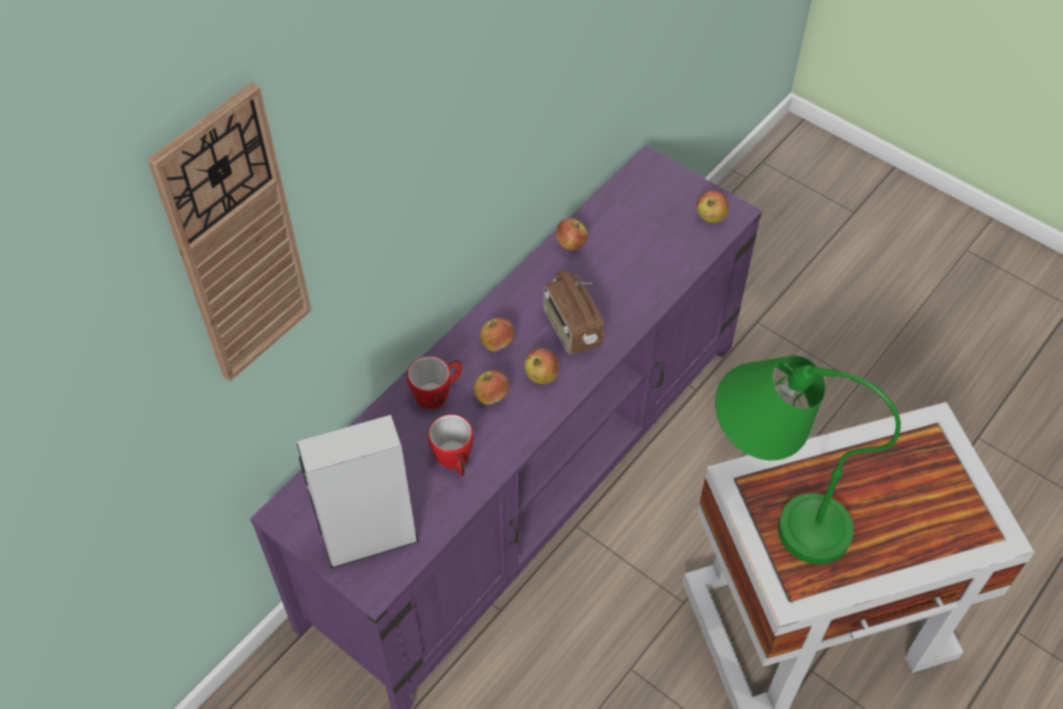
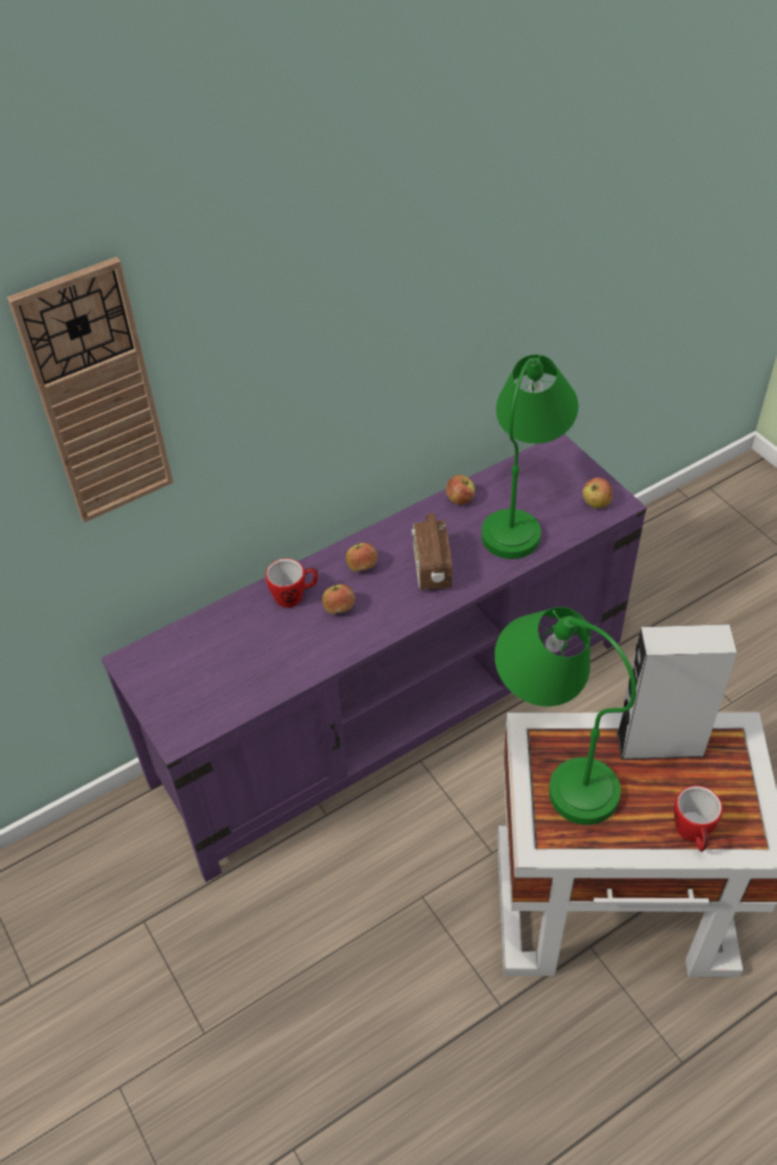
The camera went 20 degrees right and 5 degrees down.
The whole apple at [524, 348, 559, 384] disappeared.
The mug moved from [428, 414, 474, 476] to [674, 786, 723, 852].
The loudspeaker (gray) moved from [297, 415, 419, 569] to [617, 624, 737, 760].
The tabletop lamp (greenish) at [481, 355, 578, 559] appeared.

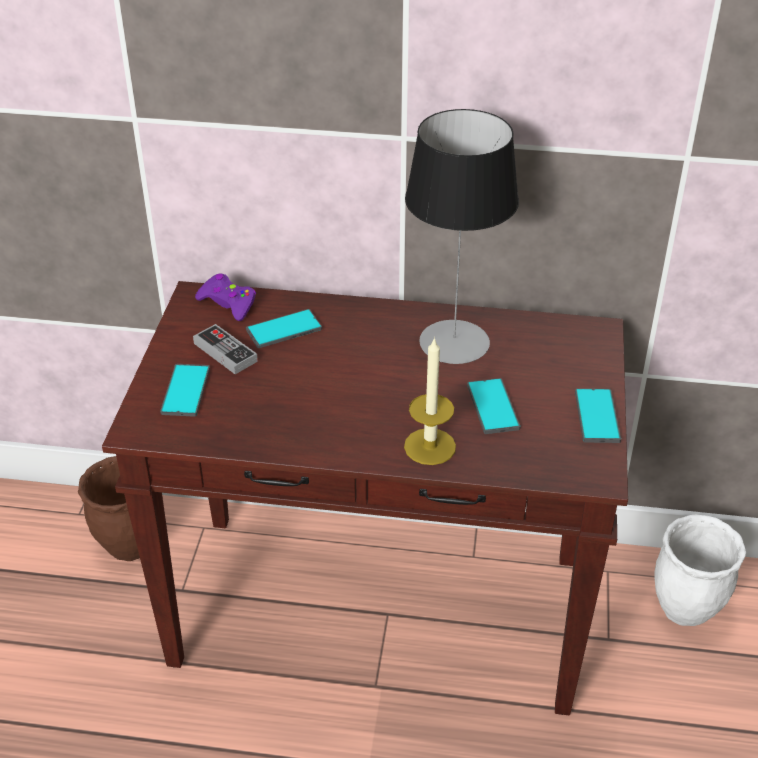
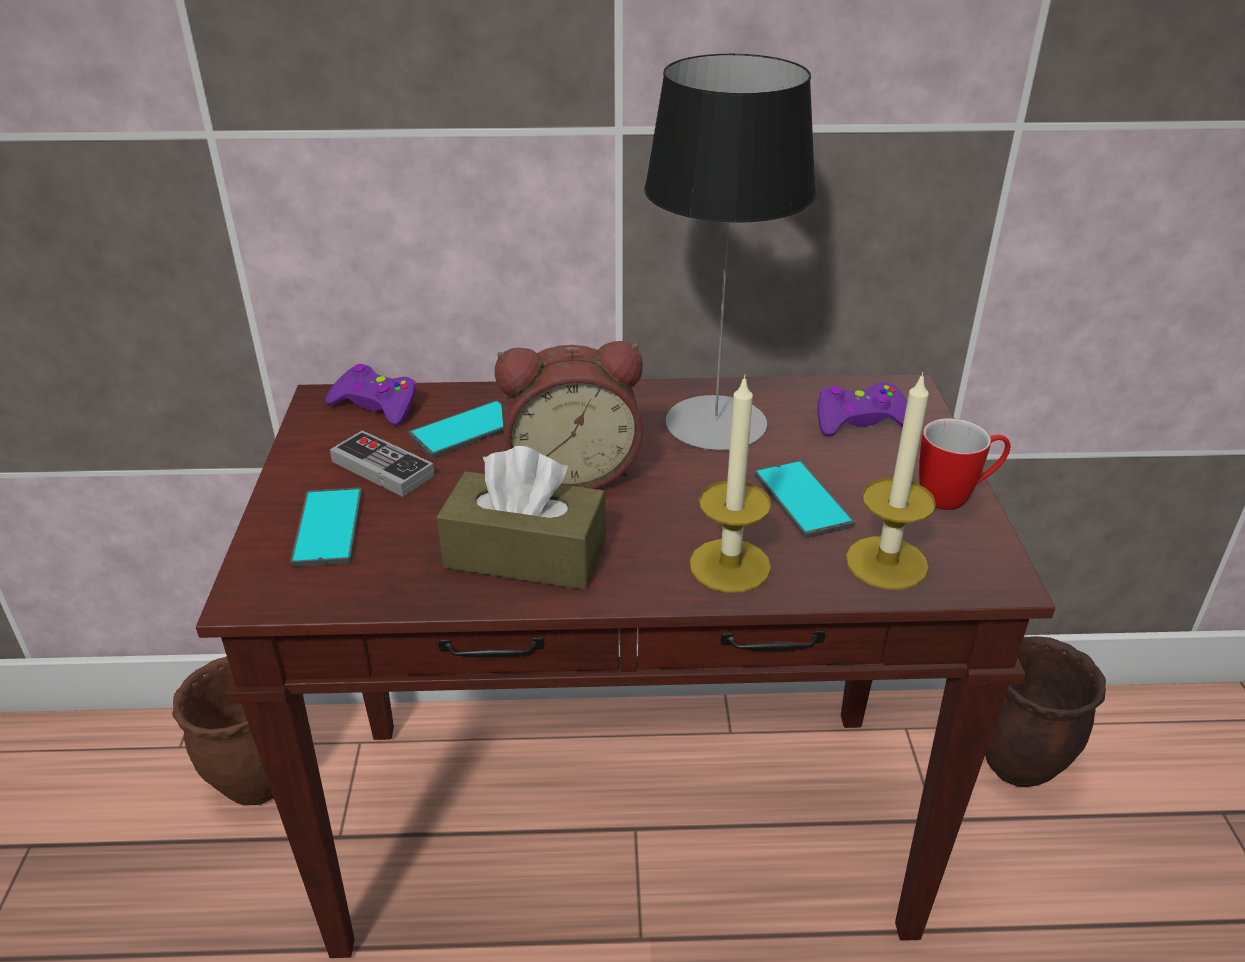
The camera went 10 degrees left and 5 degrees down.
The phone at [575, 388, 621, 443] was replaced by the mug at [919, 418, 1010, 510].
The plant pot (whitish) at [654, 515, 746, 626] became the plant pot (brown-coloured) at [985, 636, 1106, 787].
The table clock at [495, 341, 643, 489] appeared.
The candle at [846, 372, 936, 590] appeared.
The game controller (purple-coloured) at [818, 382, 907, 436] appeared.
The tissue holder (brown-coloured) at [436, 446, 606, 590] appeared.

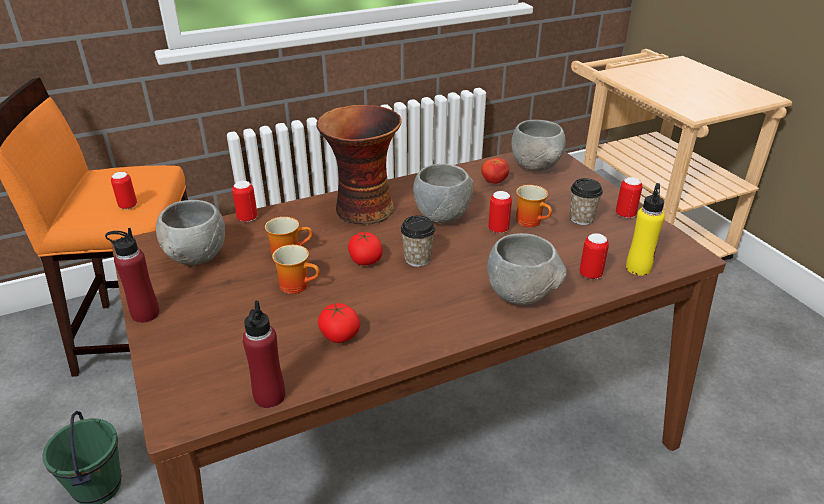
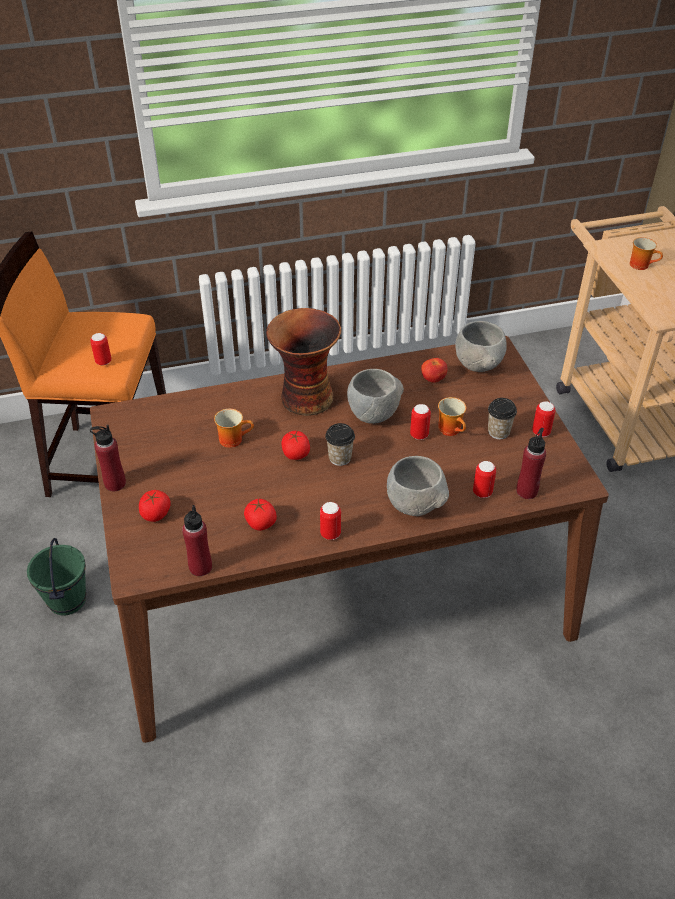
The camera went 10 degrees right and 10 degrees up.
The metal can moved from [232, 181, 258, 222] to [320, 502, 341, 540].
The beverage bottle (yellow) at [626, 183, 665, 276] became the beverage bottle (red-coloured) at [516, 428, 546, 499].
The bowl (gray) at [156, 200, 225, 265] disappeared.
The mug moved from [272, 245, 320, 294] to [630, 237, 663, 270].
The whole tomato at [139, 490, 171, 522] appeared.

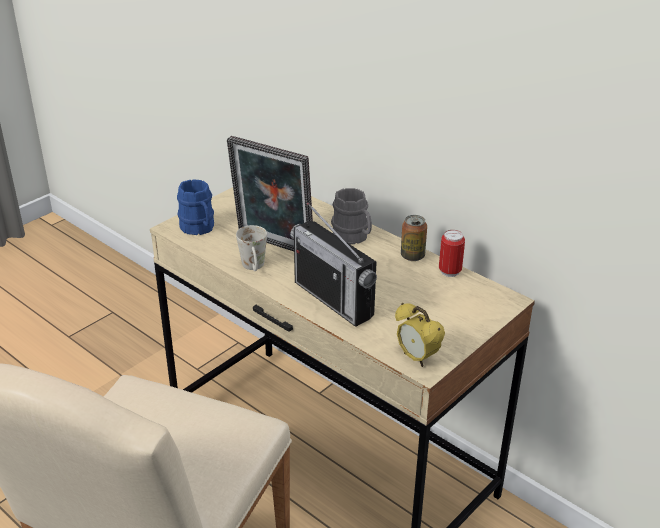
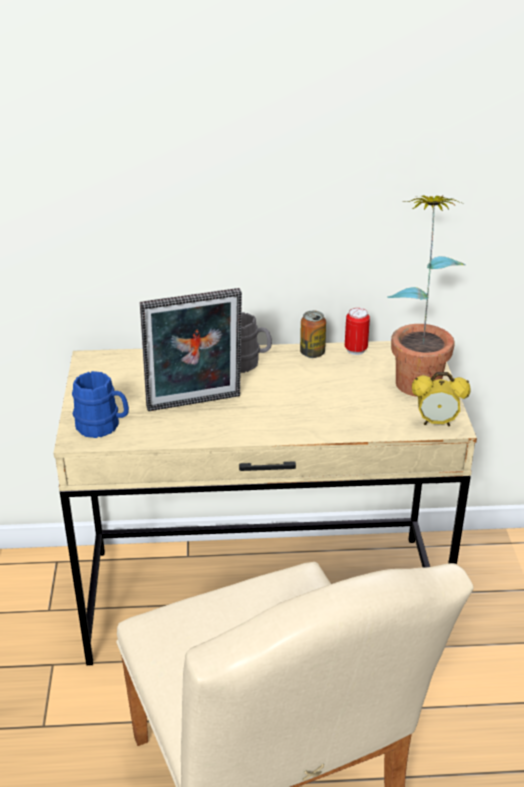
The camera went 45 degrees left and 0 degrees up.
The radio receiver at [290, 202, 377, 327] disappeared.
The mug (whitish) at [236, 225, 267, 271] disappeared.
The houseplant at [387, 195, 466, 397] appeared.

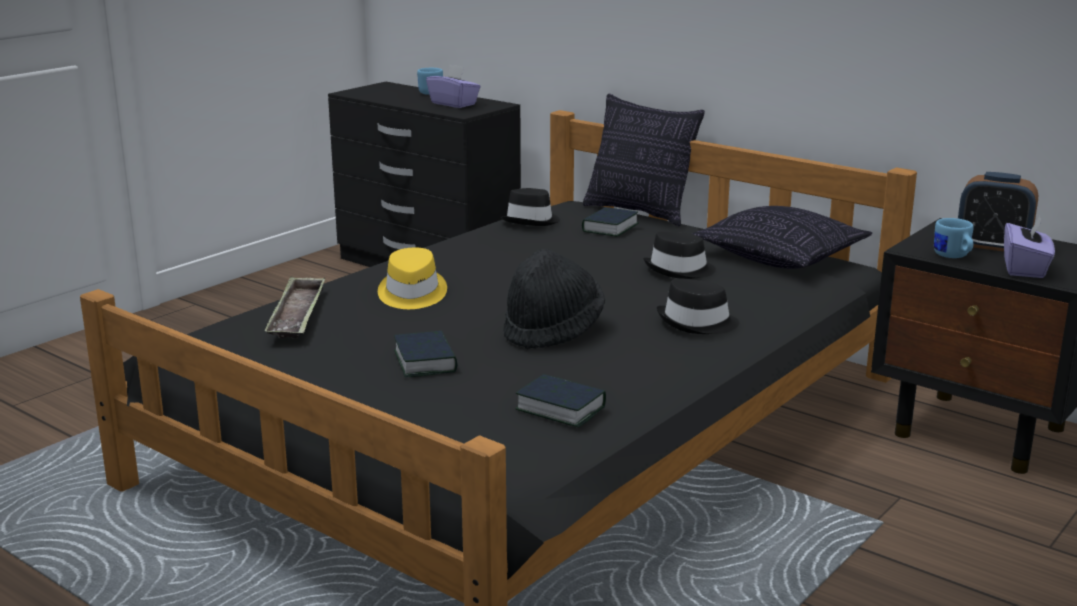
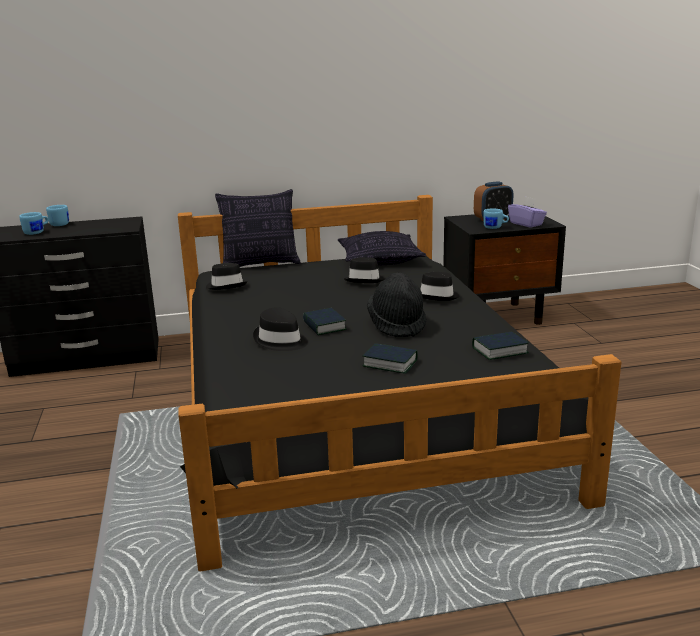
The camera went 50 degrees left and 0 degrees up.
The tissue holder (purple-coloured) at [426, 64, 481, 108] disappeared.
The bound book moved from [582, 207, 639, 237] to [303, 308, 346, 335].
The clothing hat (yellow) at [378, 247, 447, 309] became the clothing hat (blackish) at [253, 307, 308, 351].
The carrying tray at [265, 276, 325, 339] disappeared.
The mug (blue-coloured) at [19, 212, 49, 235] appeared.

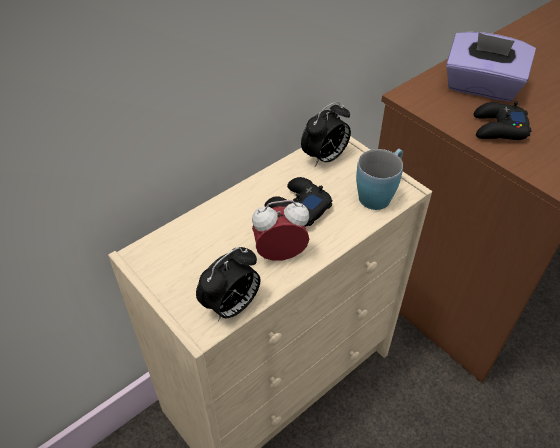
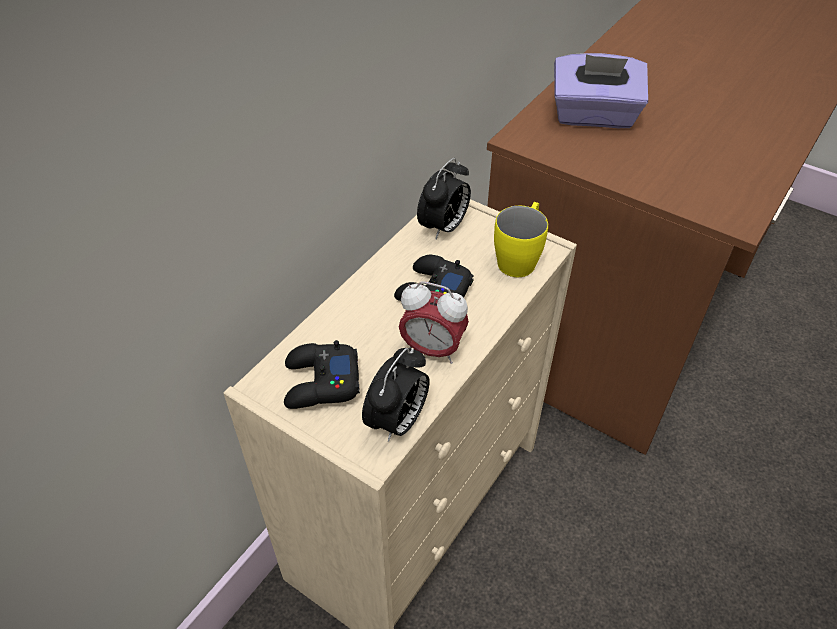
The camera went 15 degrees left and 0 degrees up.
The game controller (blackish) moved from [474, 101, 531, 140] to [284, 340, 360, 409].
The mug (blue-coloured) at [356, 149, 403, 210] became the mug (yellow) at [494, 202, 548, 277].
The table clock at [252, 200, 309, 261] turned 135 degrees counterclockwise.

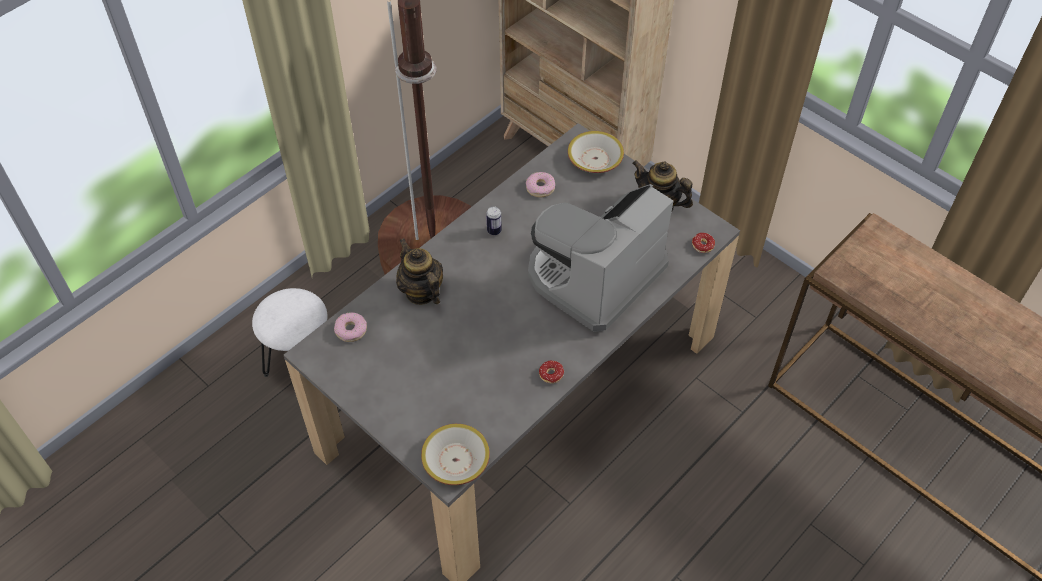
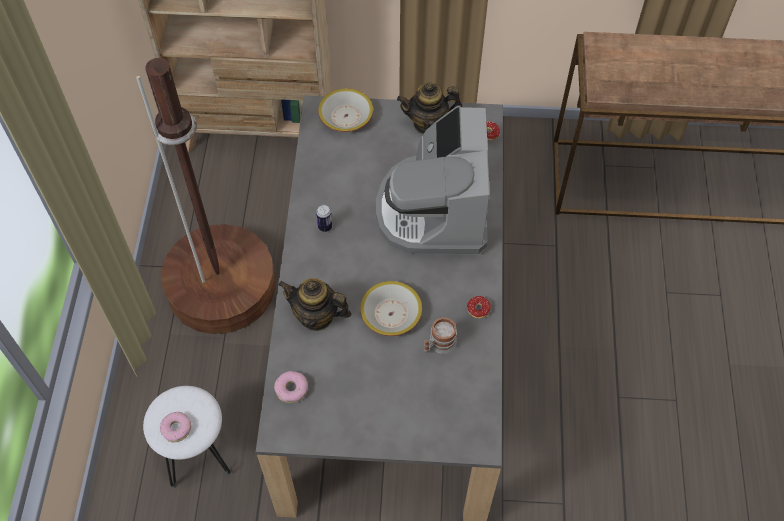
The camera went 40 degrees left and 5 degrees up.
The donut moved from [526, 172, 555, 197] to [160, 412, 191, 442].
The bowl moved from [421, 424, 490, 485] to [360, 281, 422, 336].
The mug at [424, 317, 457, 354] appeared.

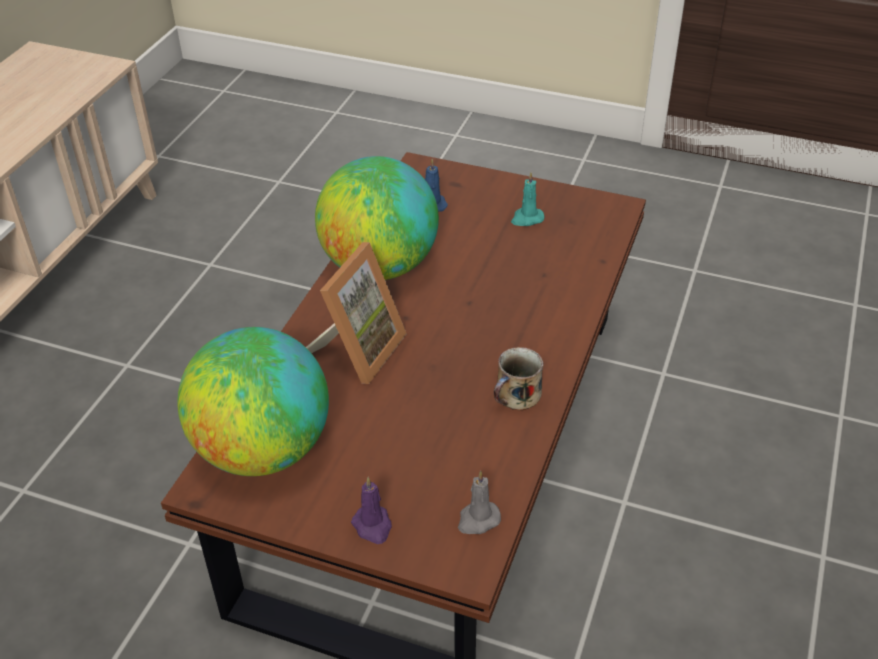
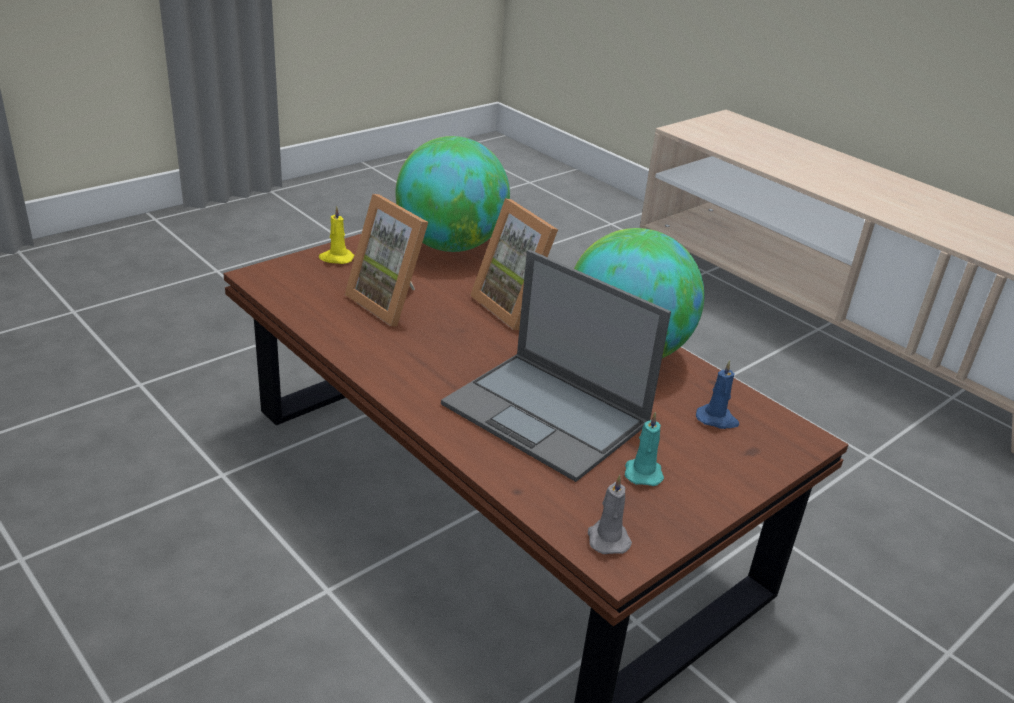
The camera went 115 degrees right and 10 degrees down.
The mug at [494, 347, 543, 410] disappeared.
The candle (gray) moved from [458, 471, 501, 534] to [588, 475, 632, 554].
The candle (purple-coloured) at [351, 477, 392, 544] became the candle (yellow) at [319, 206, 355, 264].
The photo frame at [345, 194, 428, 326] appeared.
The notebook computer at [441, 250, 671, 482] appeared.

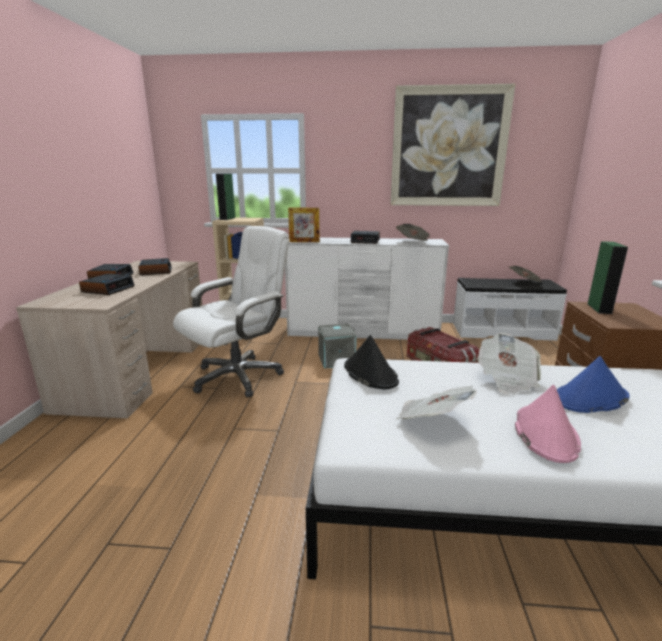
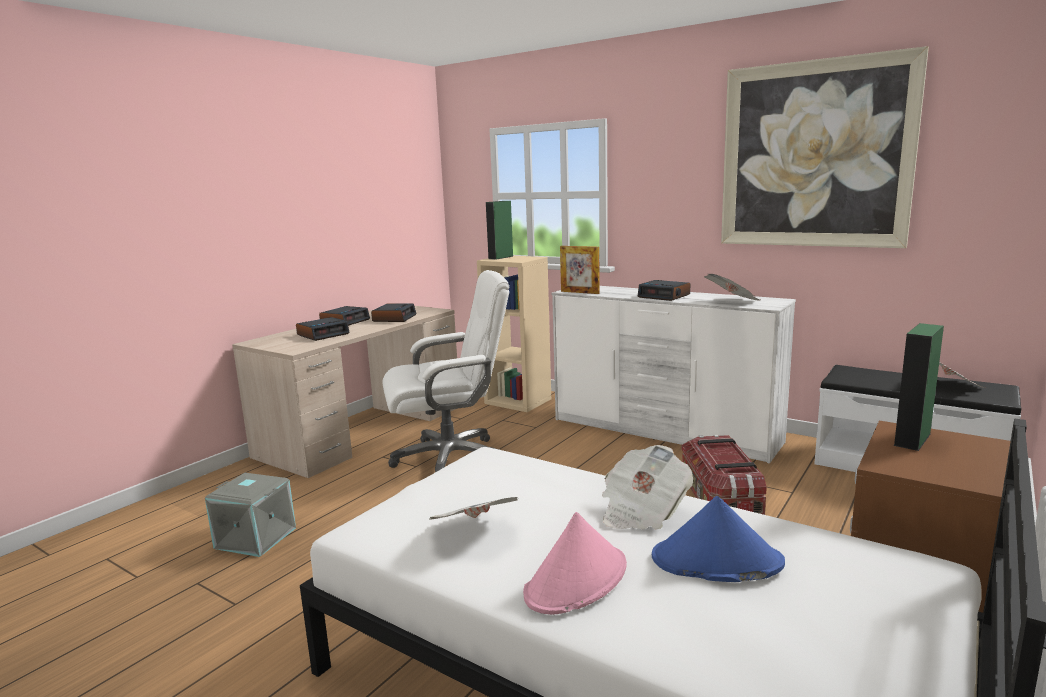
The camera went 30 degrees right and 5 degrees down.
The storage box (gray) moved from [318, 324, 357, 369] to [205, 473, 296, 557].
The clothing hat (blackish) at [344, 335, 399, 389] disappeared.

